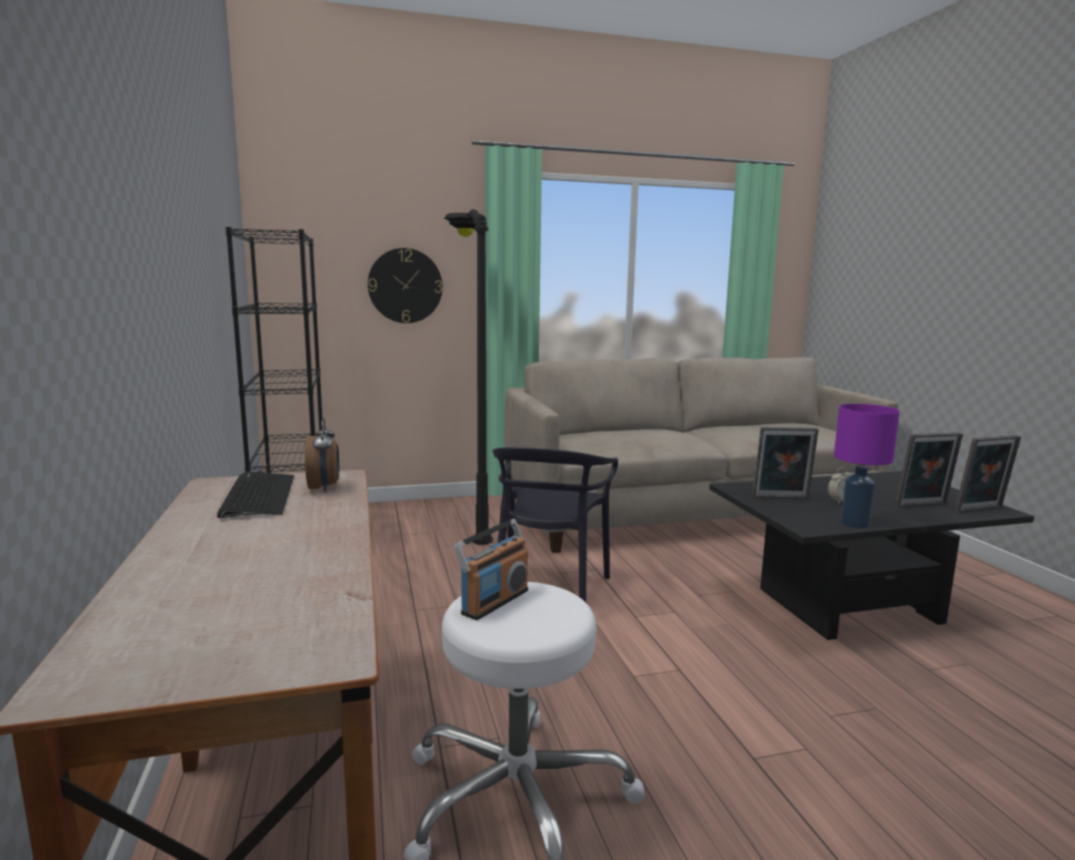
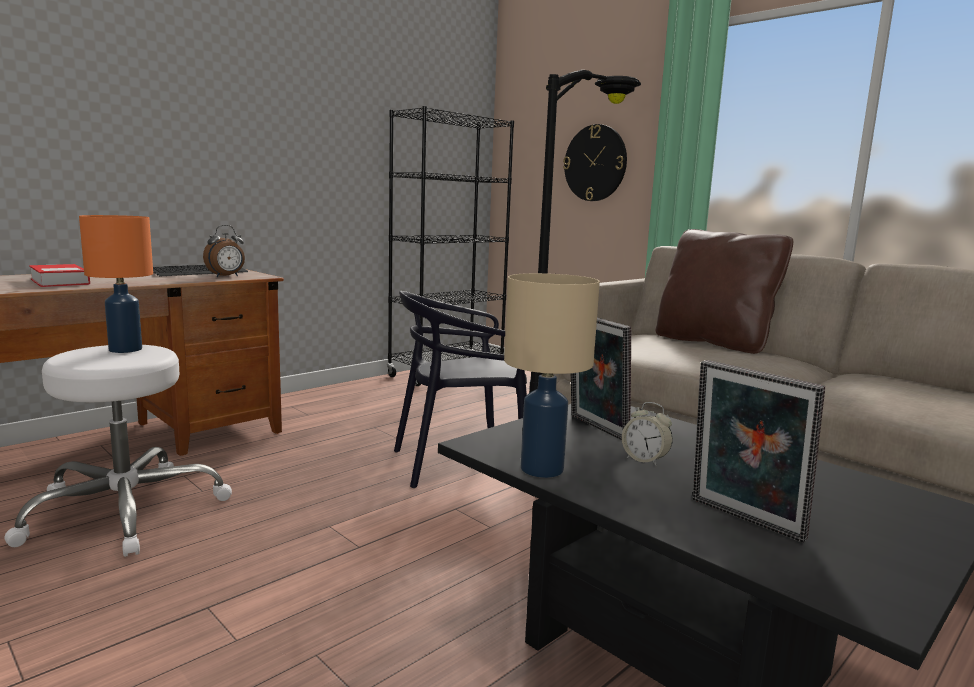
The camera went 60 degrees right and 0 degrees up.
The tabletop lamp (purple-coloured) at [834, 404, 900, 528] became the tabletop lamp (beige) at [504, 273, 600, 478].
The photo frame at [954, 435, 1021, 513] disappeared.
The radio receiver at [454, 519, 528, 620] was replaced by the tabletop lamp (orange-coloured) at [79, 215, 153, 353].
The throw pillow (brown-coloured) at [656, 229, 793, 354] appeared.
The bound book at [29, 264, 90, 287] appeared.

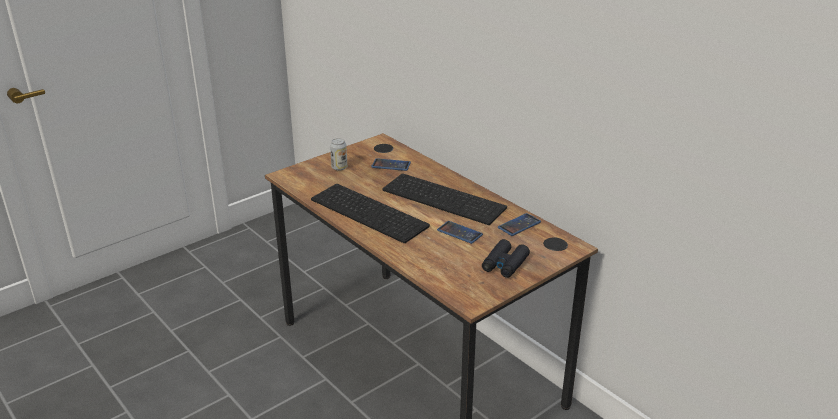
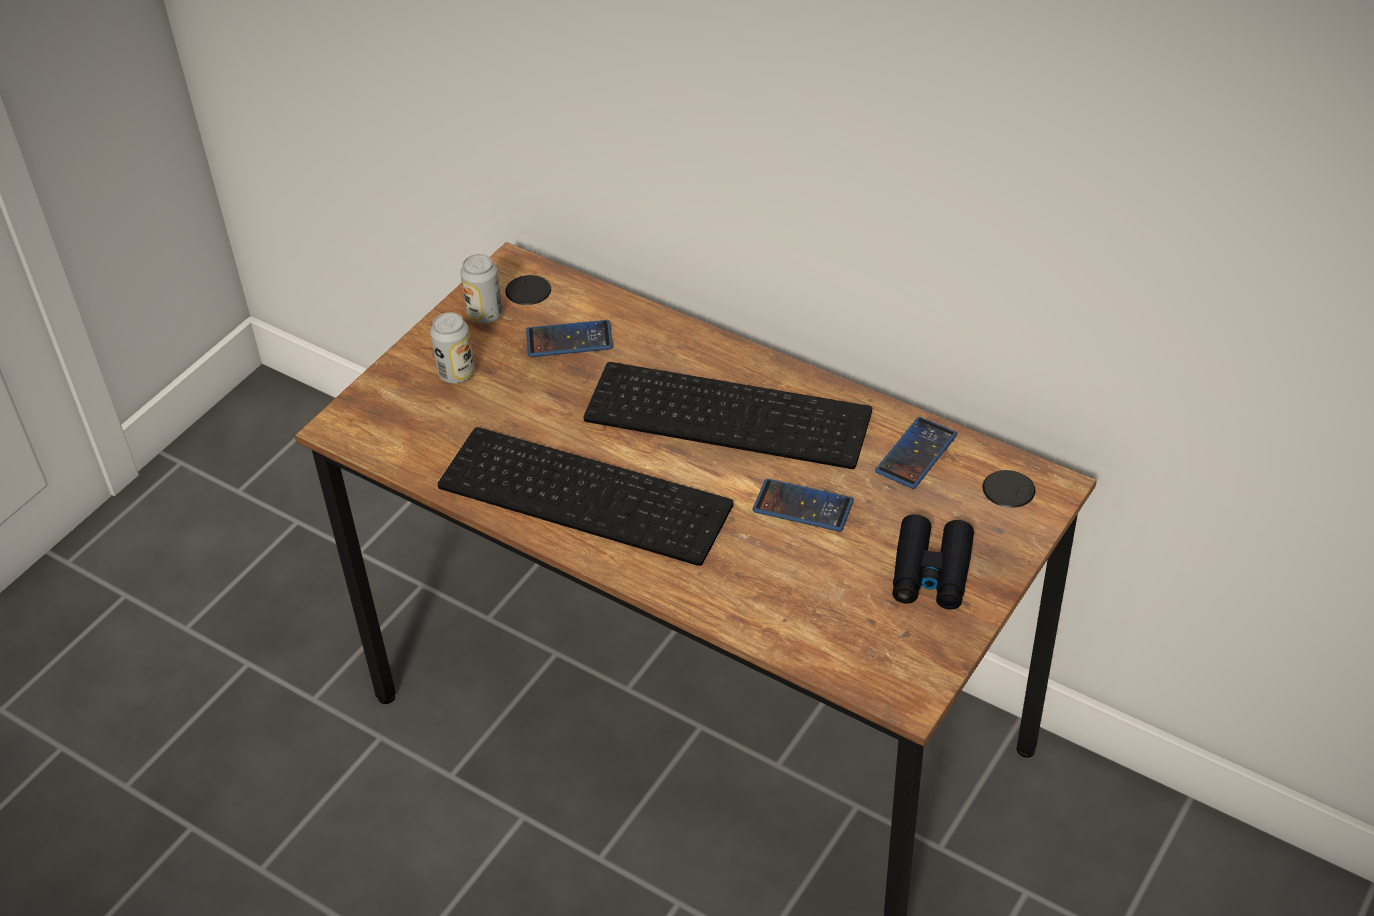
The camera went 15 degrees left and 15 degrees up.
The metal can at [460, 254, 503, 324] appeared.

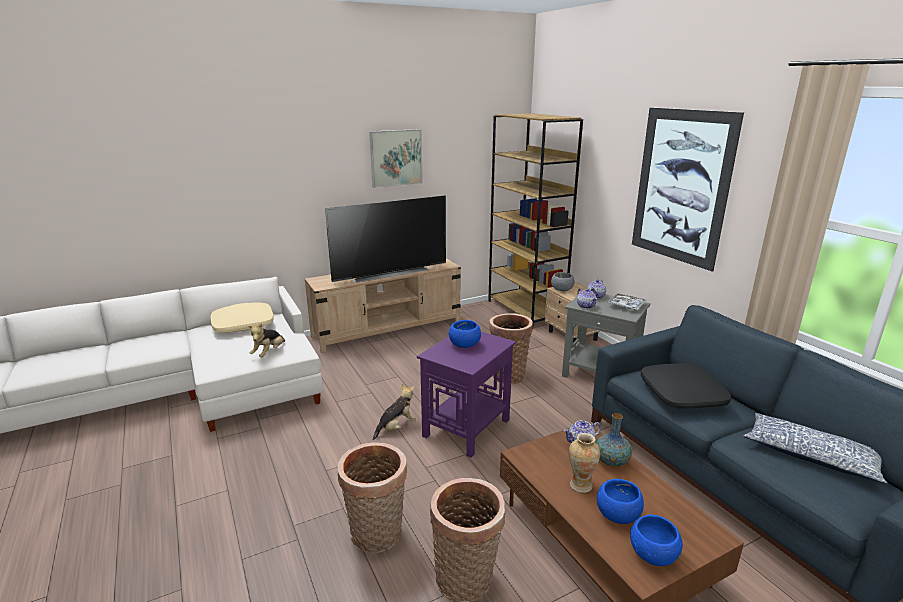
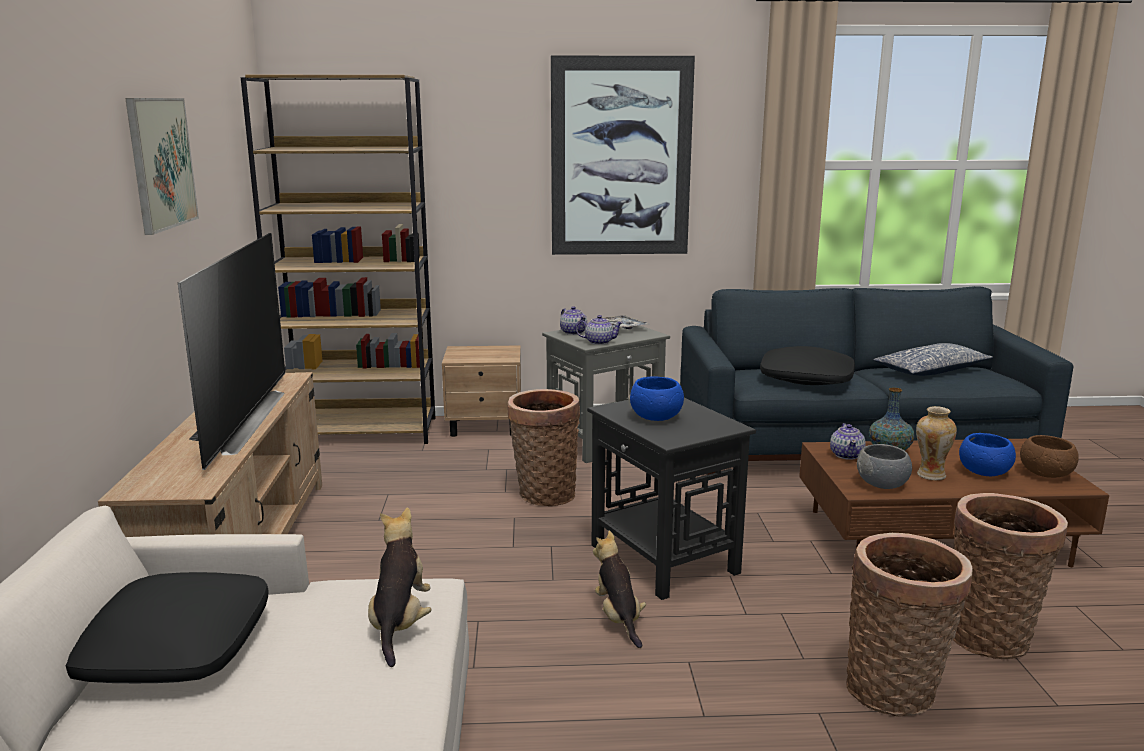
The camera went 65 degrees left and 5 degrees down.
The bowl (gray) moved from [551, 272, 575, 291] to [857, 444, 912, 489].
The throw pillow (beige) at [210, 302, 274, 333] became the throw pillow (blackish) at [66, 572, 269, 683].
The cuddly toy at [248, 323, 285, 357] turned 135 degrees counterclockwise.
The side table (purple-coloured) at [417, 332, 516, 458] became the side table (blackish) at [587, 398, 756, 600].
The bowl (blue-coloured) at [630, 514, 683, 566] became the bowl (brown-coloured) at [1020, 435, 1079, 478].

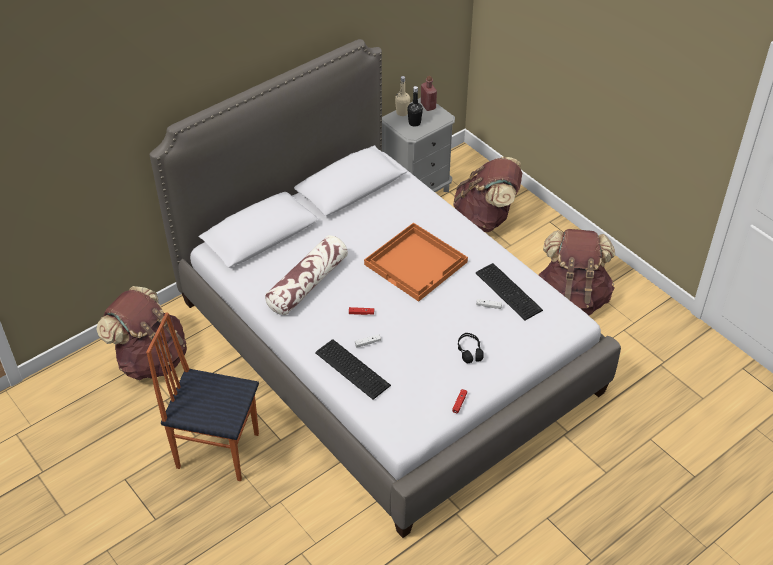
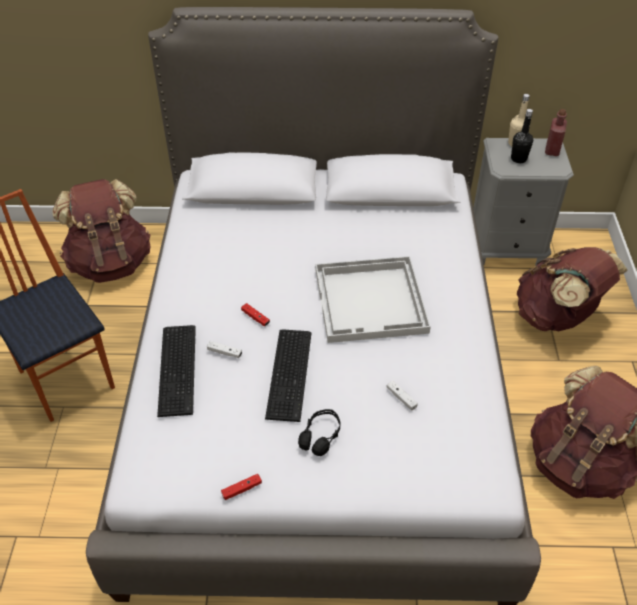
The camera went 40 degrees right and 0 degrees up.
The carrying tray (orange-coloured) at [364, 223, 468, 302] became the carrying tray (whitish) at [315, 256, 431, 343].
The throw pillow at [265, 235, 348, 315] disappeared.
The computer keyboard moved from [476, 263, 543, 320] to [265, 329, 312, 422].

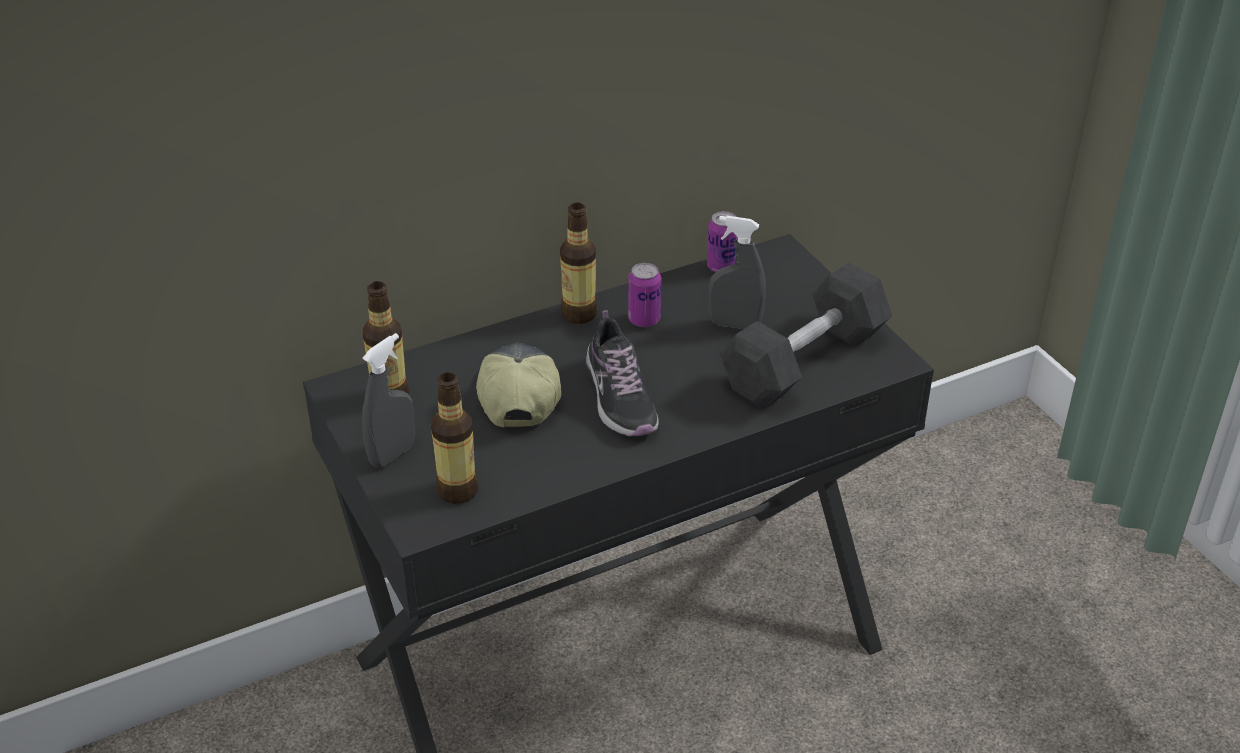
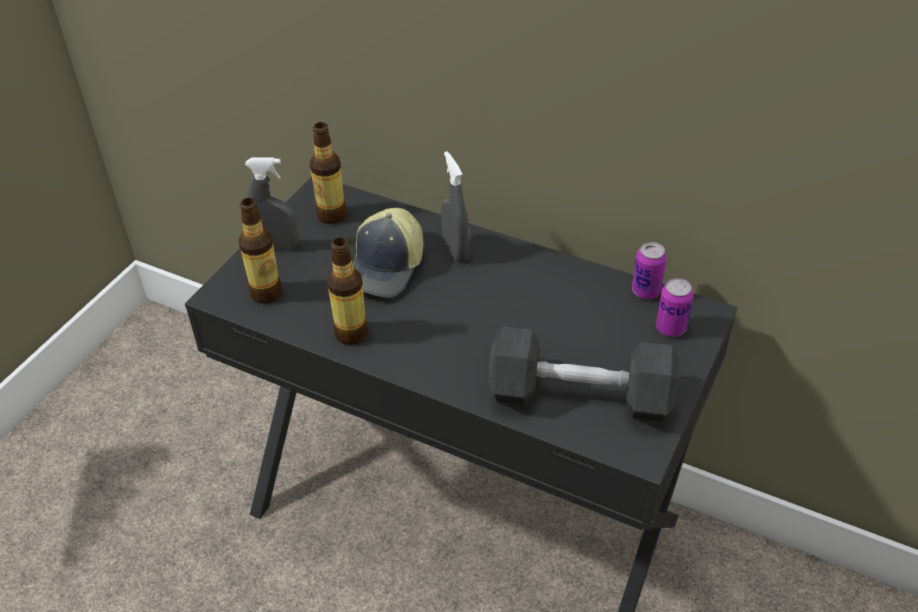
The camera went 55 degrees right and 5 degrees up.
The beverage bottle moved from [560, 203, 597, 324] to [327, 237, 368, 345].
The hand sprayer (gray) moved from [708, 216, 766, 329] to [441, 151, 469, 262].
The metal can moved from [628, 263, 661, 327] to [656, 278, 693, 337].
The shoe at [585, 310, 659, 436] disappeared.
The cap at [476, 343, 561, 427] turned 150 degrees clockwise.

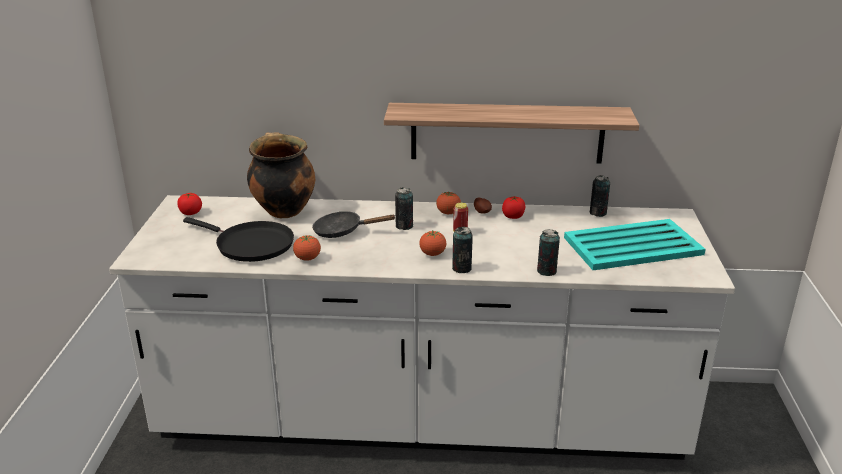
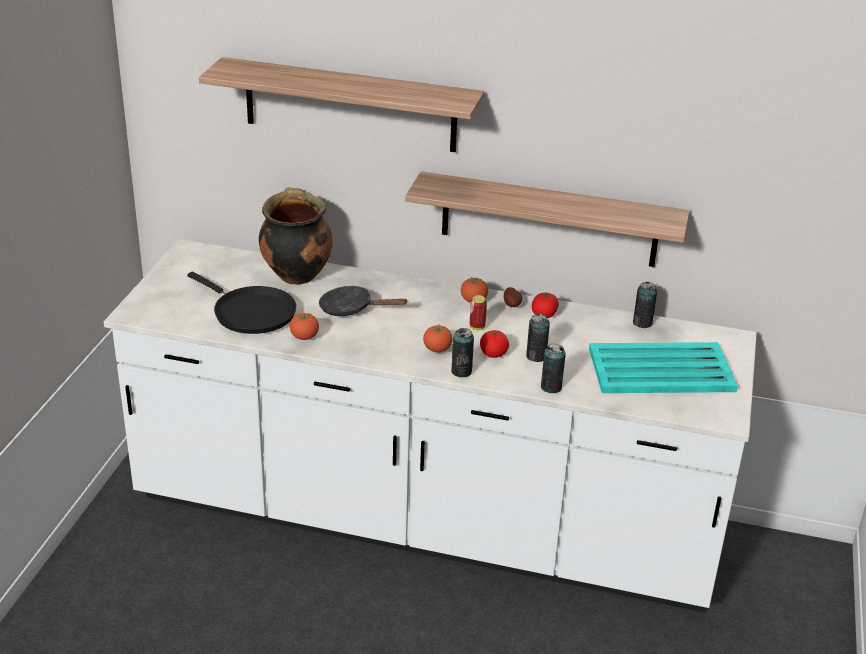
The camera went 10 degrees right and 5 degrees up.
The metal can moved from [395, 187, 413, 230] to [526, 313, 550, 362].
The whole tomato moved from [177, 193, 202, 215] to [480, 330, 509, 358].
The shelf at [199, 57, 484, 152] appeared.

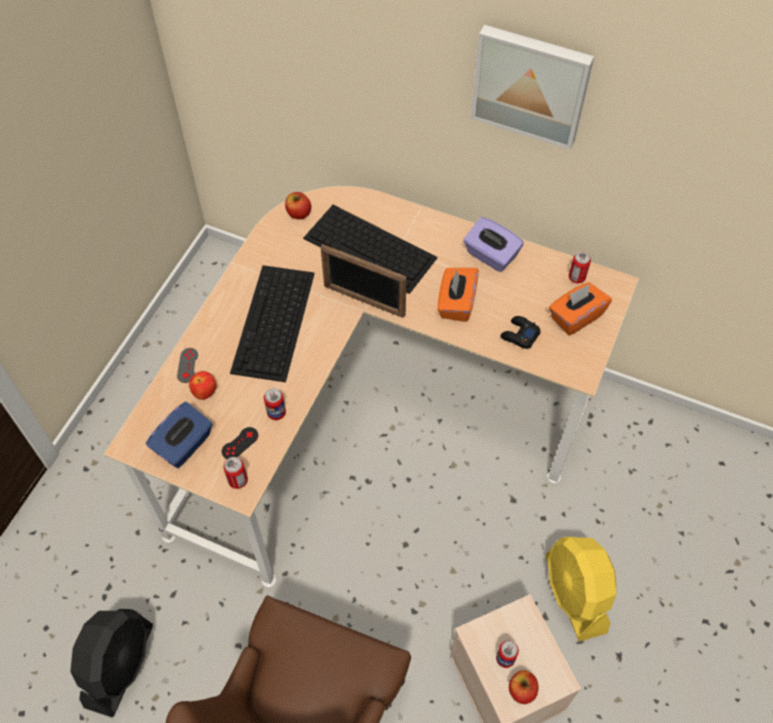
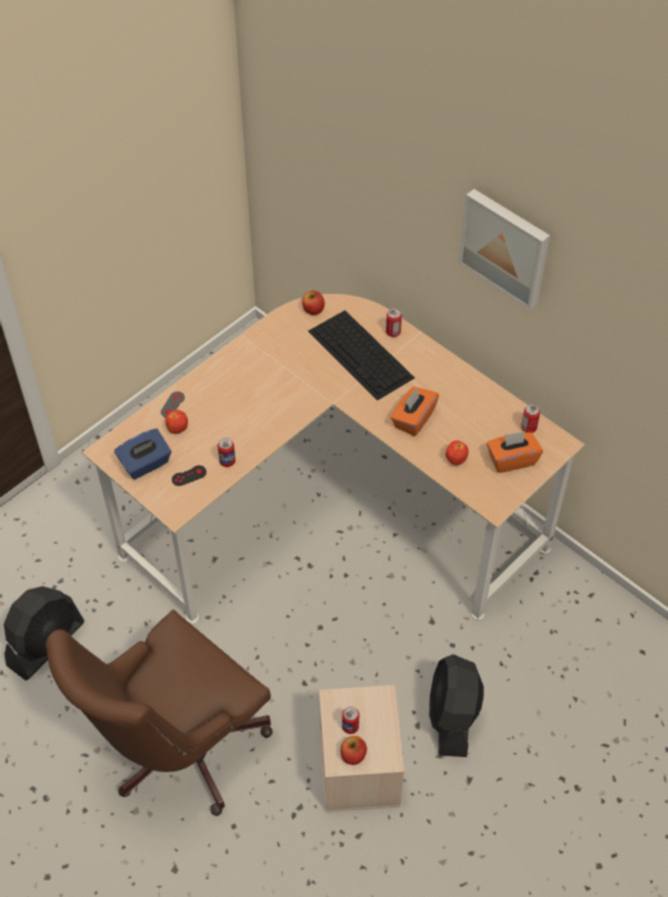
The camera went 20 degrees right and 5 degrees down.
The tissue holder (purple-coloured) at [463, 217, 524, 272] disappeared.
The photo frame at [321, 244, 407, 318] disappeared.
The computer keyboard at [230, 265, 315, 382] disappeared.
The game controller (blackish) at [501, 316, 541, 349] was replaced by the whole apple at [446, 440, 468, 465].
The metal can moved from [223, 457, 248, 489] to [386, 309, 402, 337].
The fan (yellow) at [546, 537, 616, 642] became the fan (blackish) at [429, 654, 484, 757].

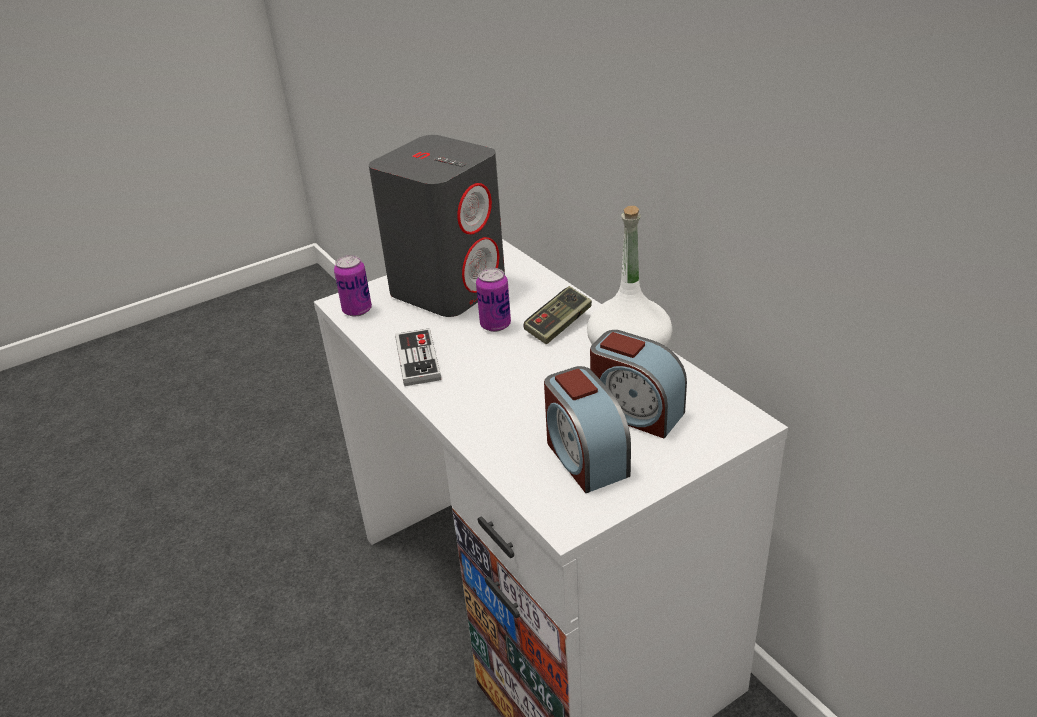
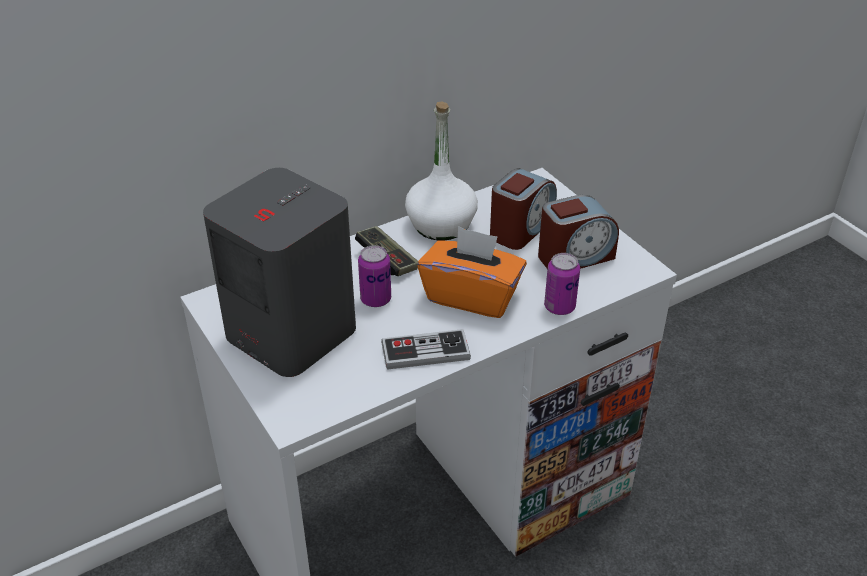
The camera went 90 degrees left and 5 degrees up.
The metal can moved from [334, 255, 372, 316] to [544, 253, 580, 315].
The tissue holder (orange-coloured) at [418, 226, 527, 318] appeared.

